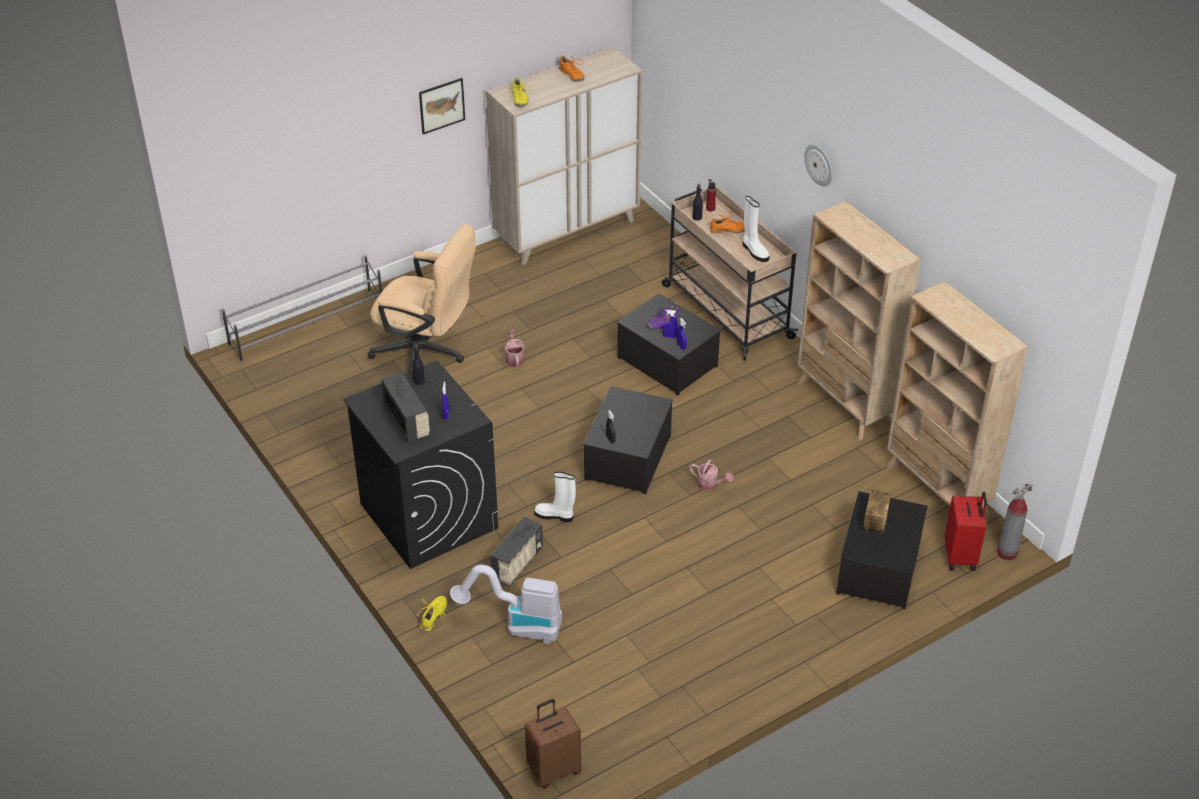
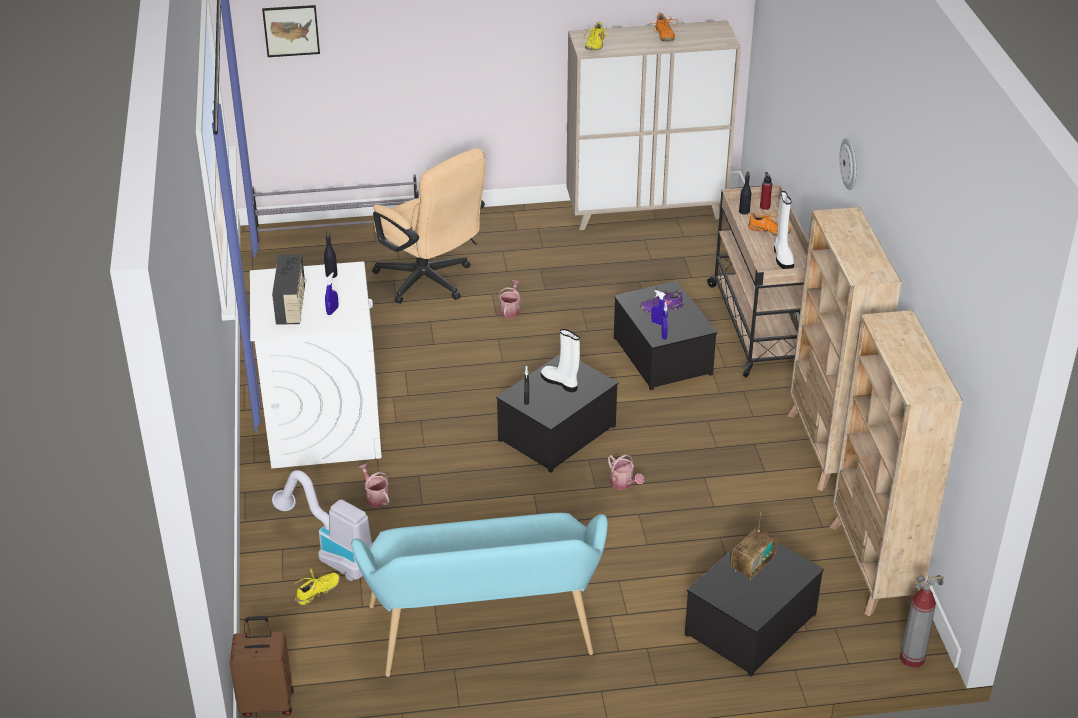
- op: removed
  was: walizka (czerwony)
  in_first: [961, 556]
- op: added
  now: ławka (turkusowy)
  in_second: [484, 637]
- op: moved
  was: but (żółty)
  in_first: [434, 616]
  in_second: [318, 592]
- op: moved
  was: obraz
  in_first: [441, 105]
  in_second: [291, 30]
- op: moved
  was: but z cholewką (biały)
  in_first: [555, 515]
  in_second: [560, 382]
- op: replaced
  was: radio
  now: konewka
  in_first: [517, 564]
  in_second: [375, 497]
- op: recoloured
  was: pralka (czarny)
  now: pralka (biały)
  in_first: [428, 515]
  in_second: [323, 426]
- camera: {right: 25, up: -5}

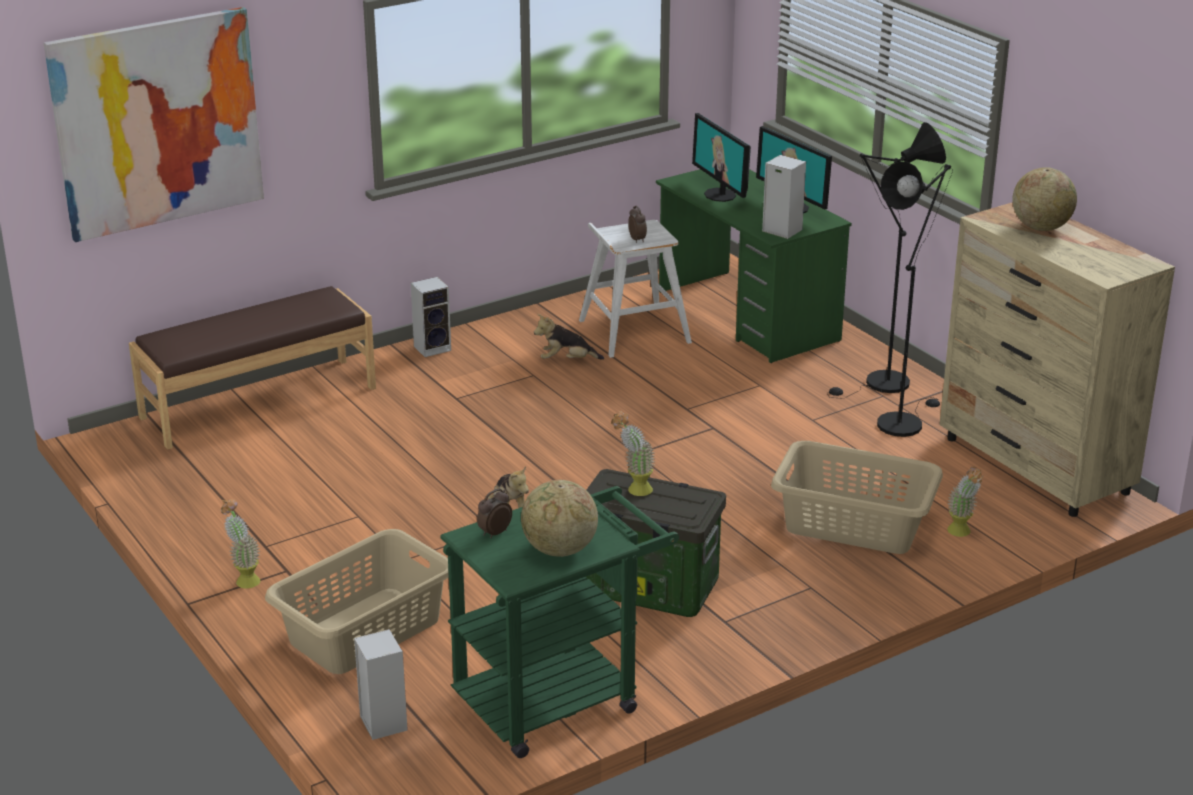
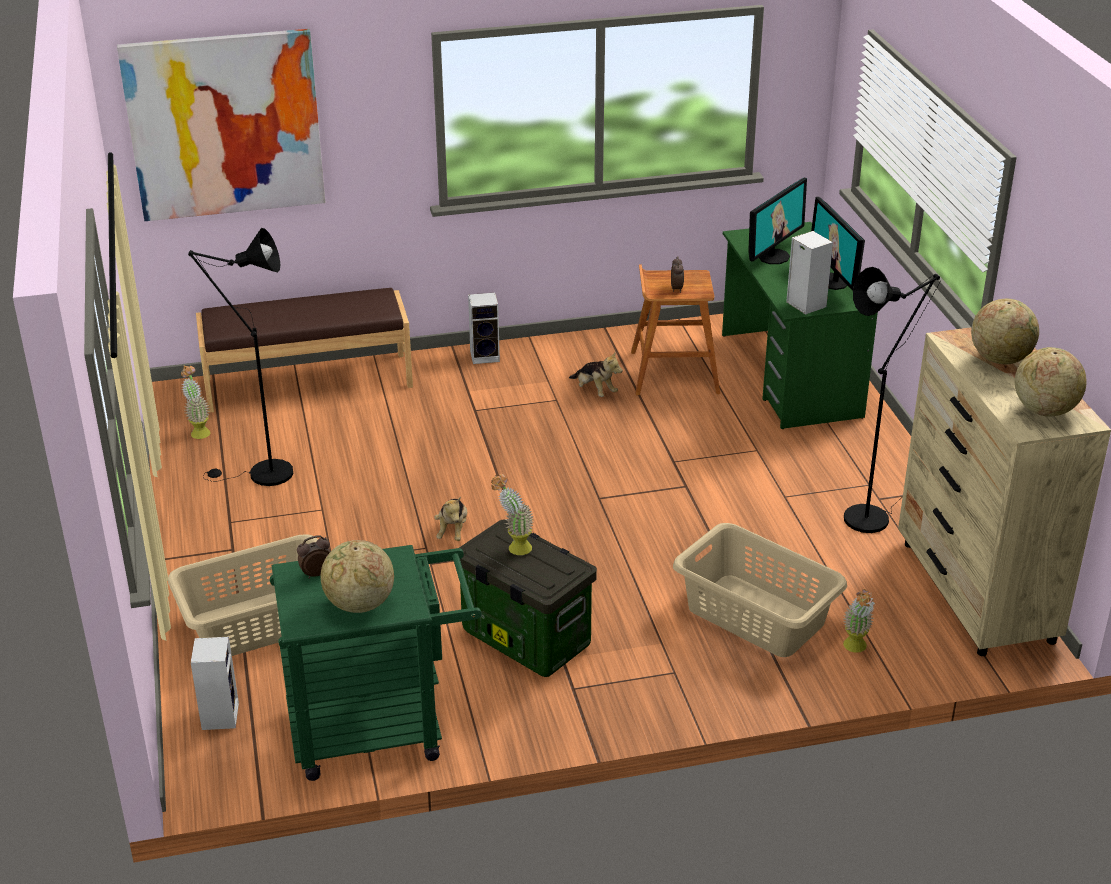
- op: added
  now: globus
  in_second: [1044, 410]
- op: moved
  was: roślina doniczkowa
  in_first: [243, 579]
  in_second: [198, 431]
- op: moved
  was: lampa stojąca (czarny)
  in_first: [880, 385]
  in_second: [262, 474]
- op: recoloured
  was: stołek (biały)
  now: stołek (brązowy)
  in_first: [633, 331]
  in_second: [673, 372]
- op: turned
  was: pluszak
  in_first: [567, 360]
  in_second: [595, 391]
  clockwise: -150
- op: turned
  was: monitor
  in_first: [721, 195]
  in_second: [773, 256]
  clockwise: -135
- camera: {right: 20, up: 5}

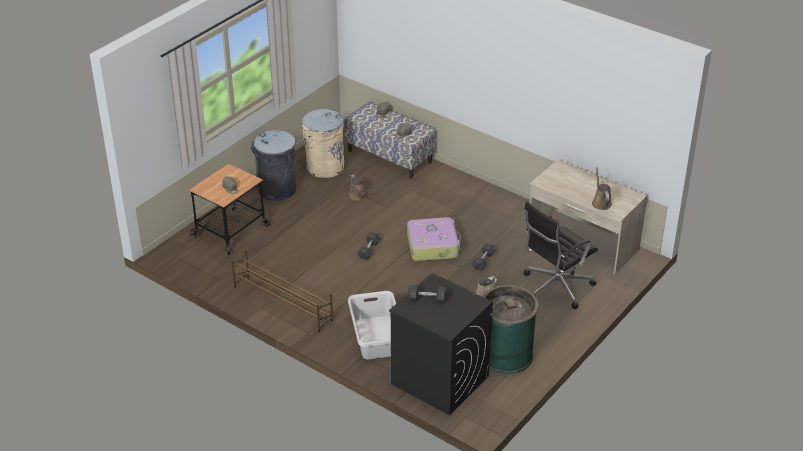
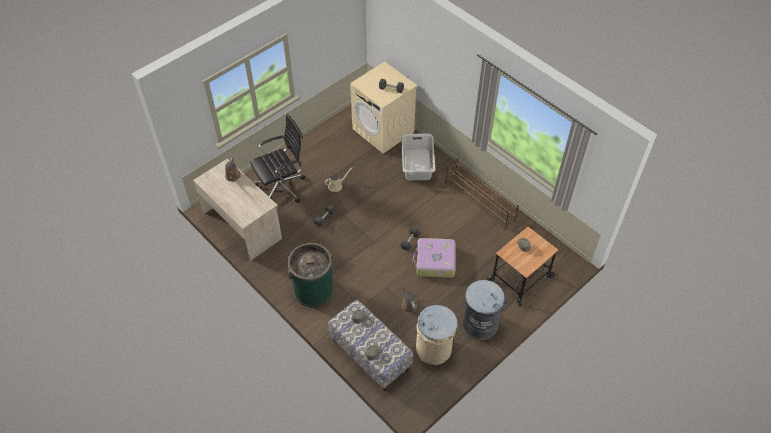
- op: moved
  was: walizka
  in_first: [433, 245]
  in_second: [435, 262]
- op: moved
  was: kosz na śmieci (zielony)
  in_first: [506, 355]
  in_second: [313, 289]
- op: recoloured
  was: pralka (czarny)
  now: pralka (beżowy)
  in_first: [439, 379]
  in_second: [383, 130]
- camera: {right: -170, up: 15}

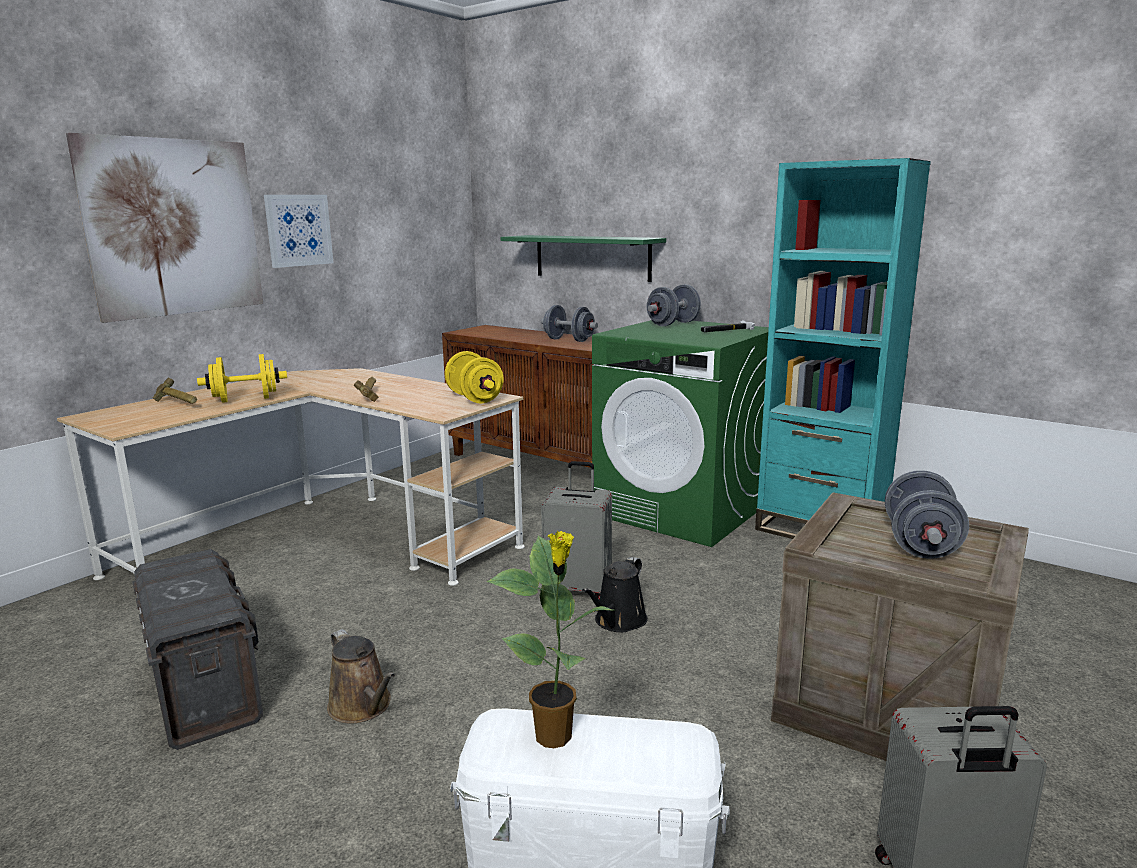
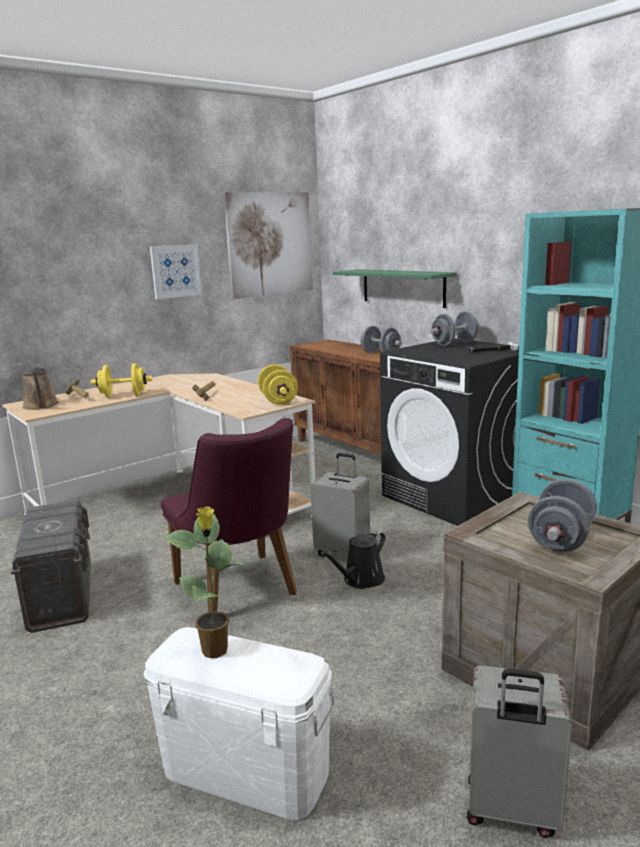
- op: added
  now: krzesło (fioletowy)
  in_second: [241, 592]
- op: moved
  was: obraz
  in_first: [174, 228]
  in_second: [269, 244]
- op: moved
  was: konewka (brązowy)
  in_first: [363, 707]
  in_second: [41, 406]
- op: recoloured
  was: pralka (zielony)
  now: pralka (czarny)
  in_first: [681, 510]
  in_second: [456, 497]
- camera: {right: 15, up: 0}

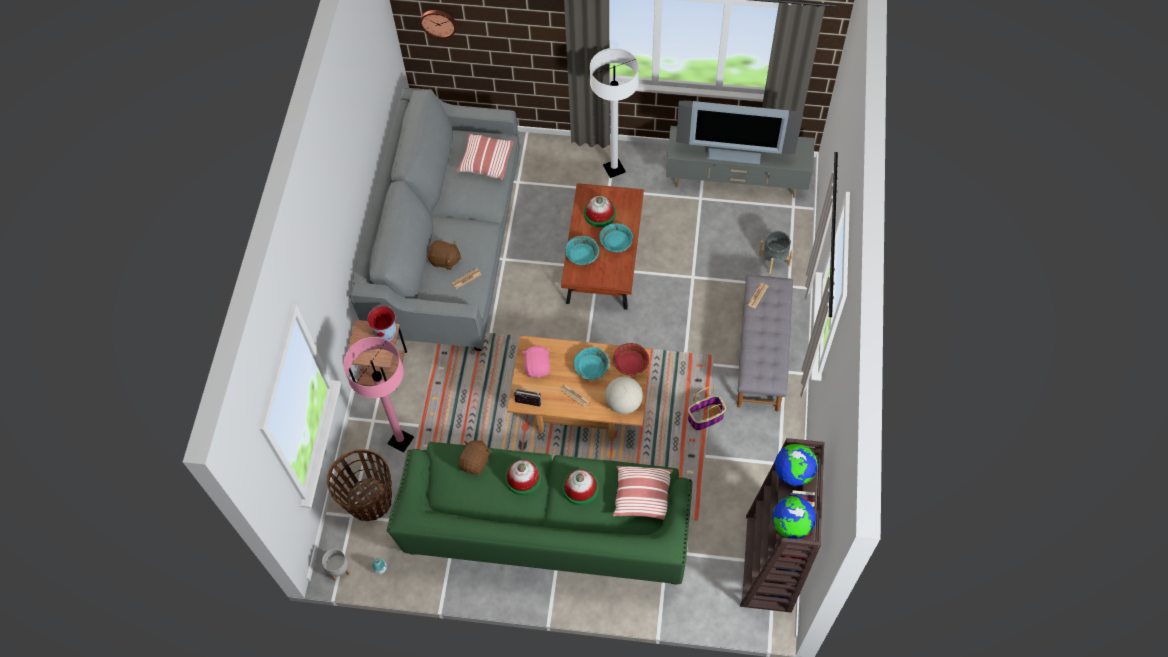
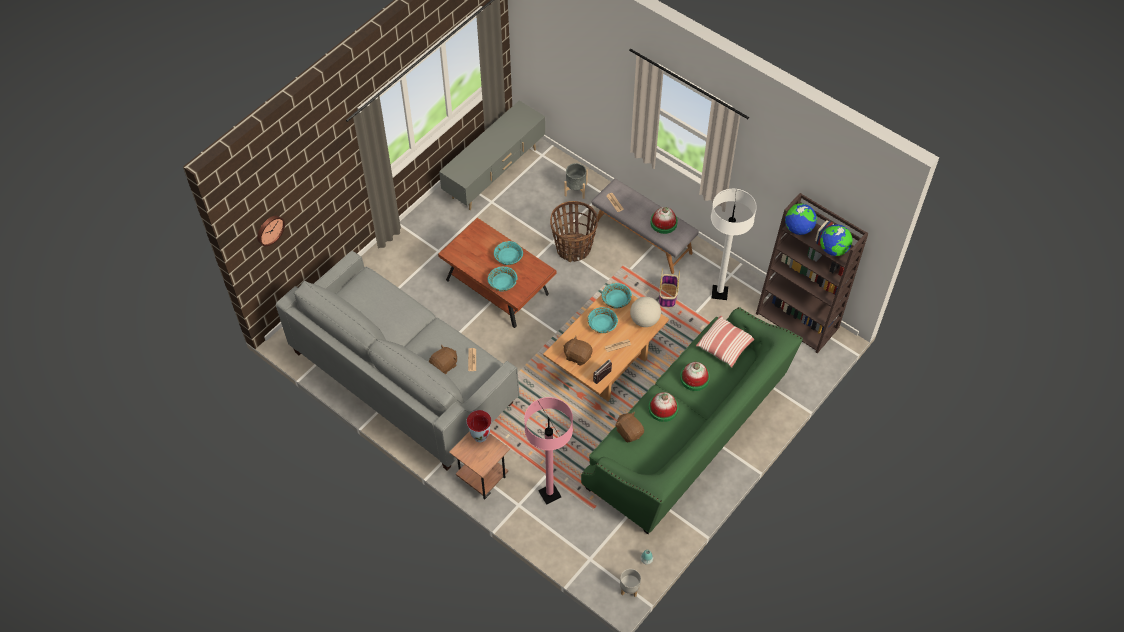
- op: removed
  was: poduszka
  in_first: [486, 162]
- op: removed
  was: telewizor
  in_first: [734, 150]
- op: moved
  was: koszyk
  in_first: [369, 500]
  in_second: [573, 248]
- op: moved
  was: kapelusz
  in_first: [599, 214]
  in_second: [663, 223]
- op: moved
  was: lampa stojąca (biały)
  in_first: [614, 169]
  in_second: [719, 293]
- op: recoloured
  was: pluszak (różowy)
  now: pluszak (brązowy)
  in_first: [537, 367]
  in_second: [577, 356]
- op: recoloured
  was: miska (czerwony)
  now: miska (turkusowy)
  in_first: [630, 363]
  in_second: [616, 299]
- camera: {right: -60, up: -5}

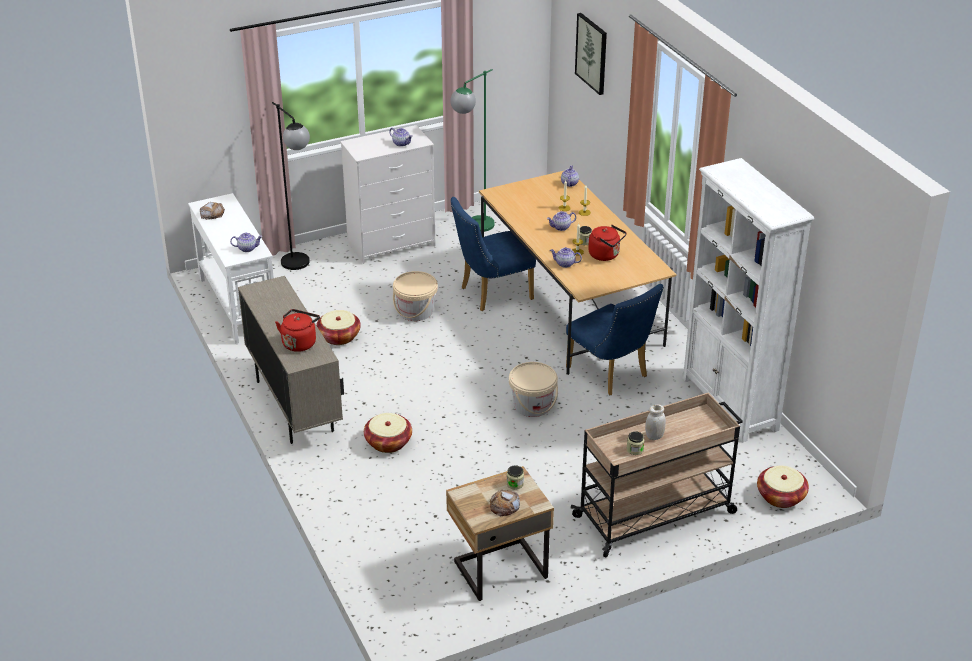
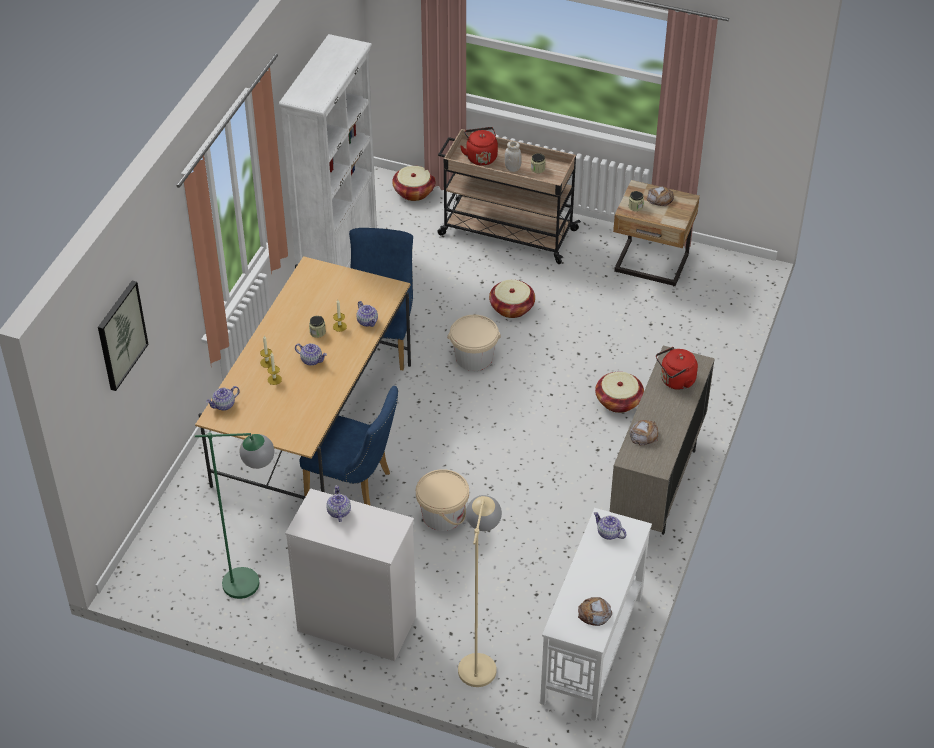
- op: added
  now: chleb
  in_second: [643, 434]
- op: moved
  was: koszyk
  in_first: [339, 337]
  in_second: [512, 307]
- op: moved
  was: czajnik (czerwony)
  in_first: [606, 255]
  in_second: [480, 157]
- op: recoloured
  was: lampa stojąca (czarny)
  now: lampa stojąca (beżowy)
  in_first: [300, 266]
  in_second: [479, 659]
- camera: {right: -135, up: 10}

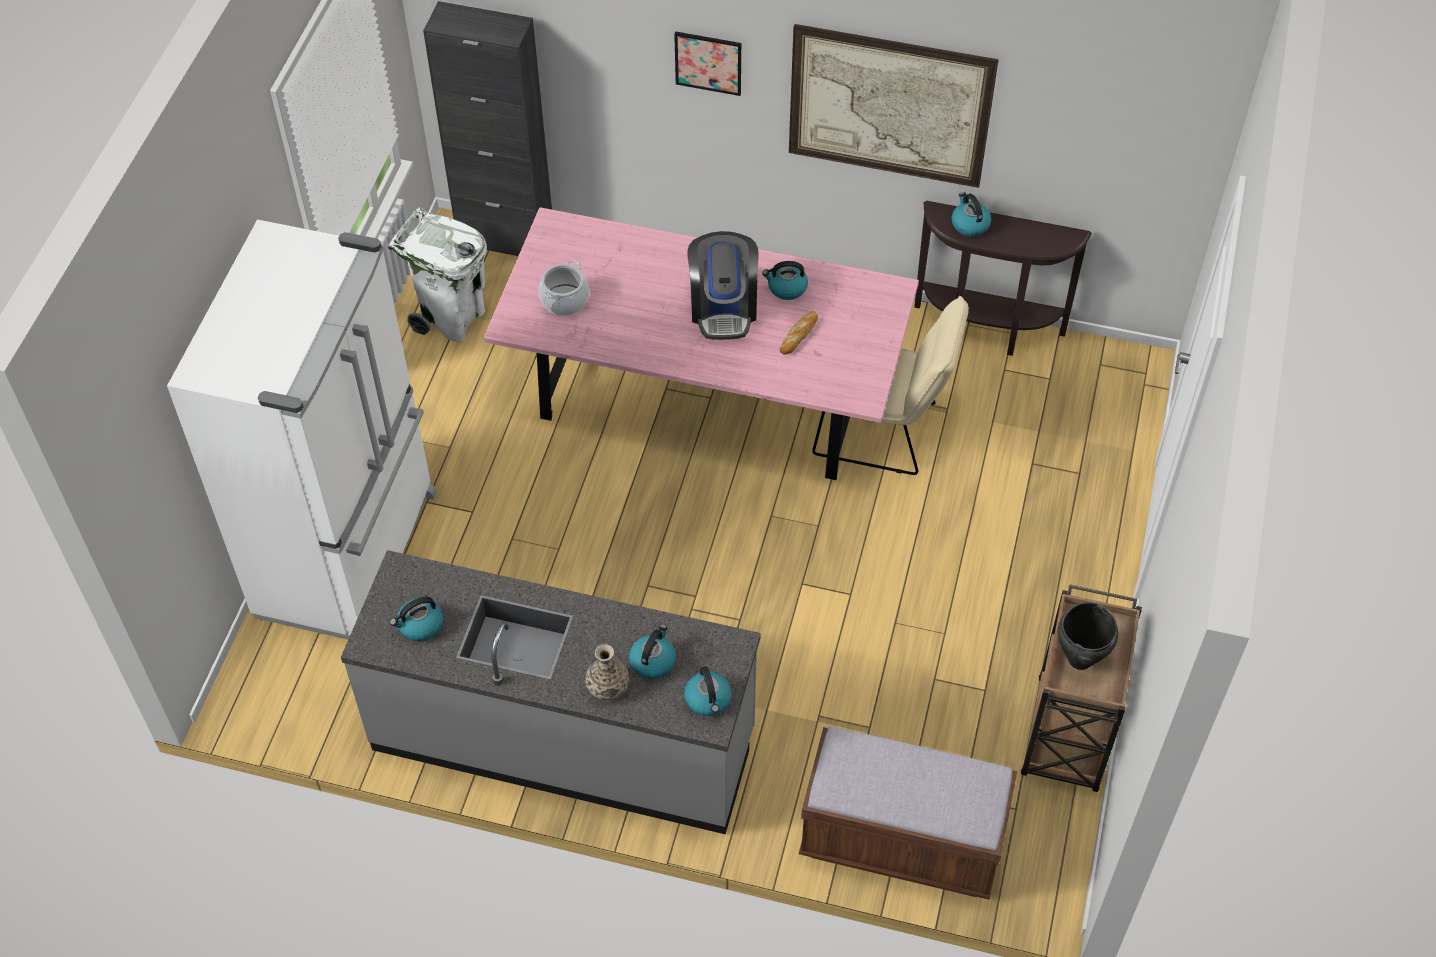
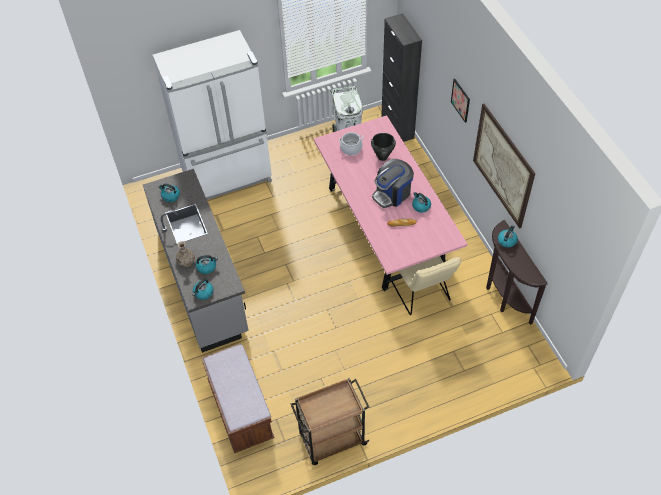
- op: moved
  was: garnek (czarny)
  in_first: [1079, 659]
  in_second: [382, 157]
- camera: {right: 55, up: 0}

